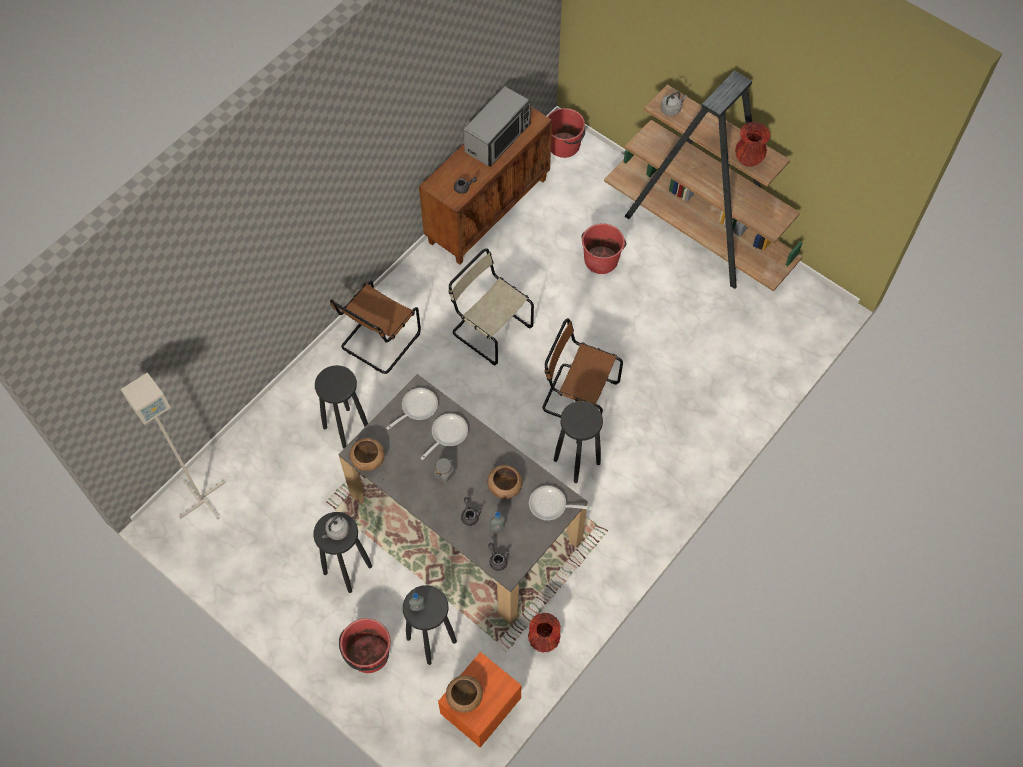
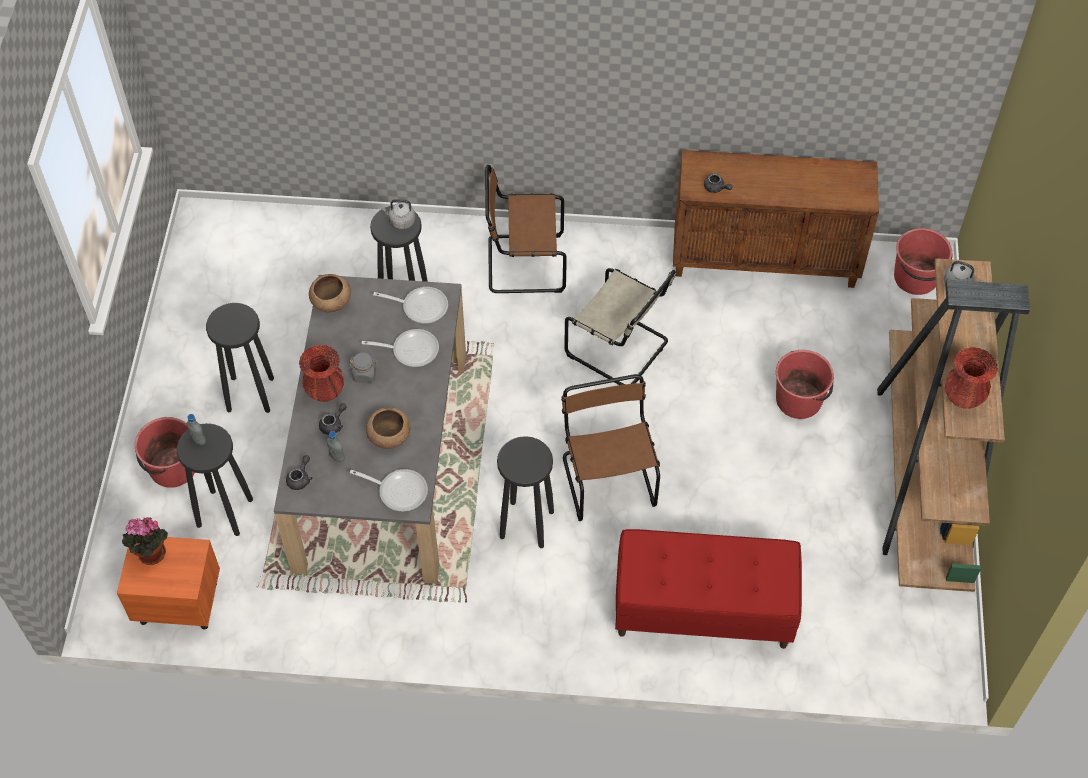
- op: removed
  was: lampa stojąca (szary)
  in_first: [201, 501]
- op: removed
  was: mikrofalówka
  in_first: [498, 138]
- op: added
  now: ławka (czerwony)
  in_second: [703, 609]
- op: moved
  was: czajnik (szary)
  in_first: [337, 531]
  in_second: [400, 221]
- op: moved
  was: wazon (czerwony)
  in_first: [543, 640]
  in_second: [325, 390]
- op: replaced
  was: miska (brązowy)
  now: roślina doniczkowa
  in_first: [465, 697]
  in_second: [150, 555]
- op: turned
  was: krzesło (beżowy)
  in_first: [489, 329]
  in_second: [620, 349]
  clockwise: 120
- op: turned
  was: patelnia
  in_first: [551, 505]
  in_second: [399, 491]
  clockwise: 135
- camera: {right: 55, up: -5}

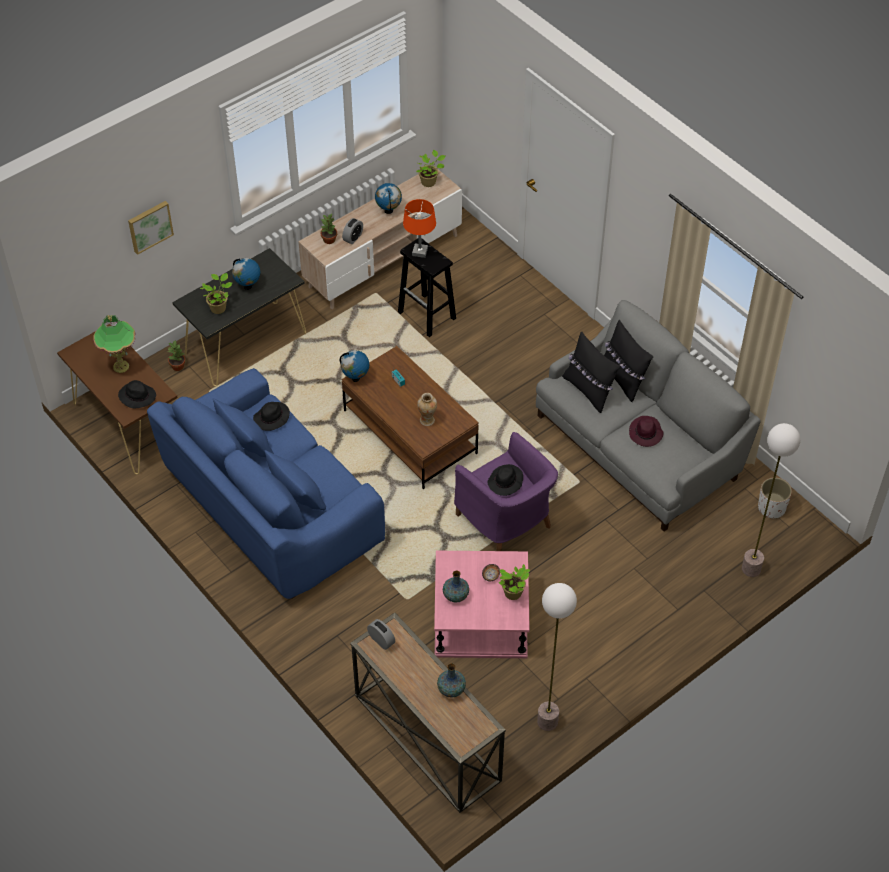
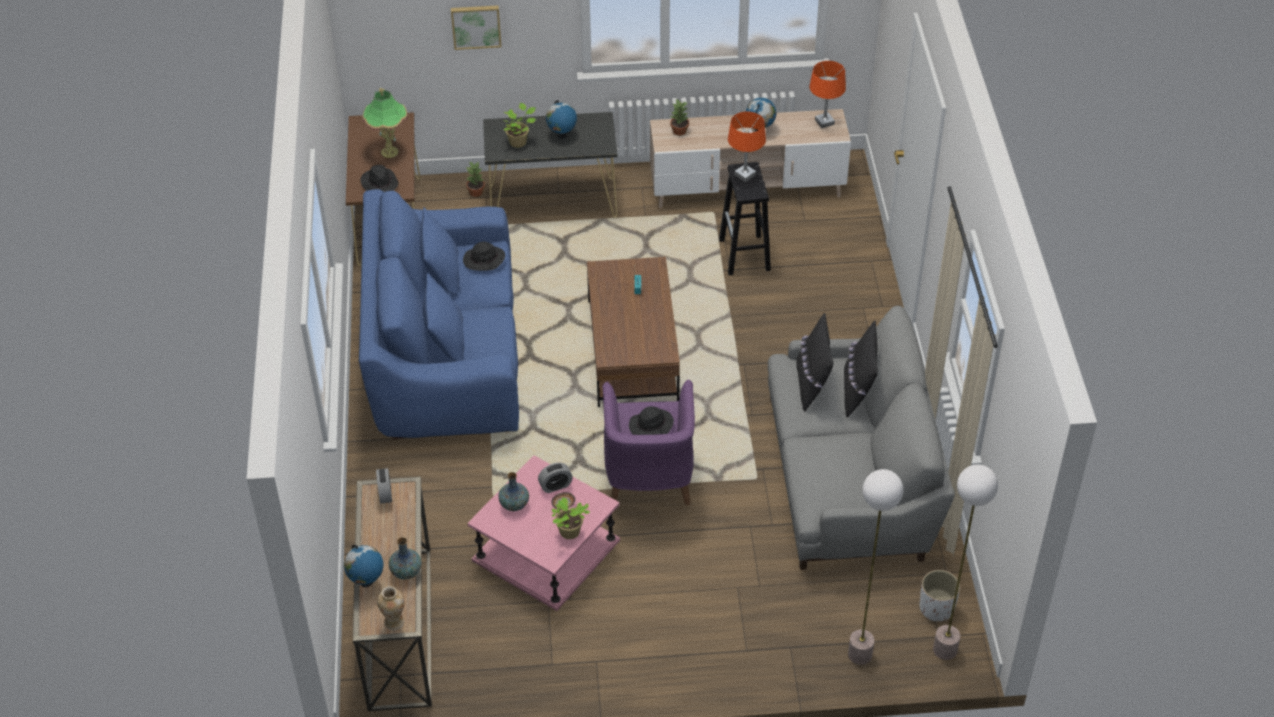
- op: removed
  was: kapelusz (fioletowy)
  in_first: [646, 433]
- op: moved
  was: globus
  in_first: [355, 378]
  in_second: [366, 582]
- op: moved
  was: budzik
  in_first: [353, 238]
  in_second: [555, 486]
- op: moved
  was: wazon
  in_first: [427, 420]
  in_second: [394, 622]
- op: moved
  was: lampa stojąca
  in_first: [547, 722]
  in_second: [944, 650]
- op: replaced
  was: roślina doniczkowa
  now: lampa stołowa (pomarańczowy)
  in_first: [429, 182]
  in_second: [824, 122]
- camera: {right: 35, up: -5}

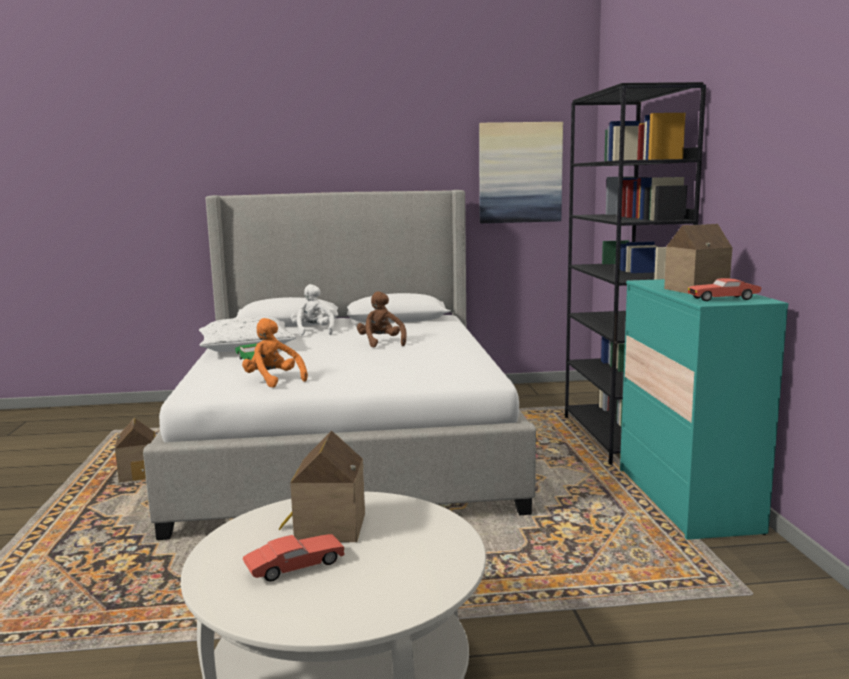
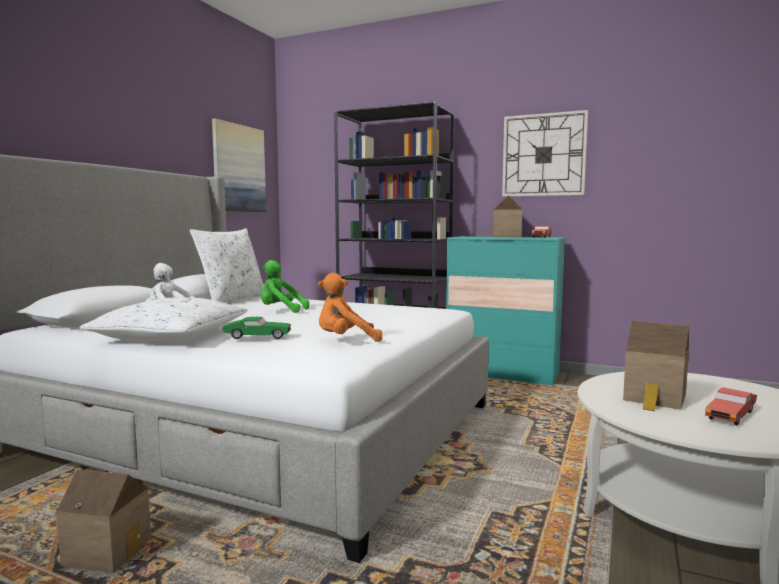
- op: added
  now: poduszka (biały)
  in_second: [232, 300]
- op: added
  now: zegar ścienny
  in_second: [543, 155]
- op: recoloured
  was: pluszak (brązowy)
  now: pluszak (zielony)
  in_first: [381, 343]
  in_second: [280, 311]
- op: turned
  was: samochodzik (czerwony)
  in_first: [295, 567]
  in_second: [730, 415]
  clockwise: -135
- camera: {right: -60, up: -5}

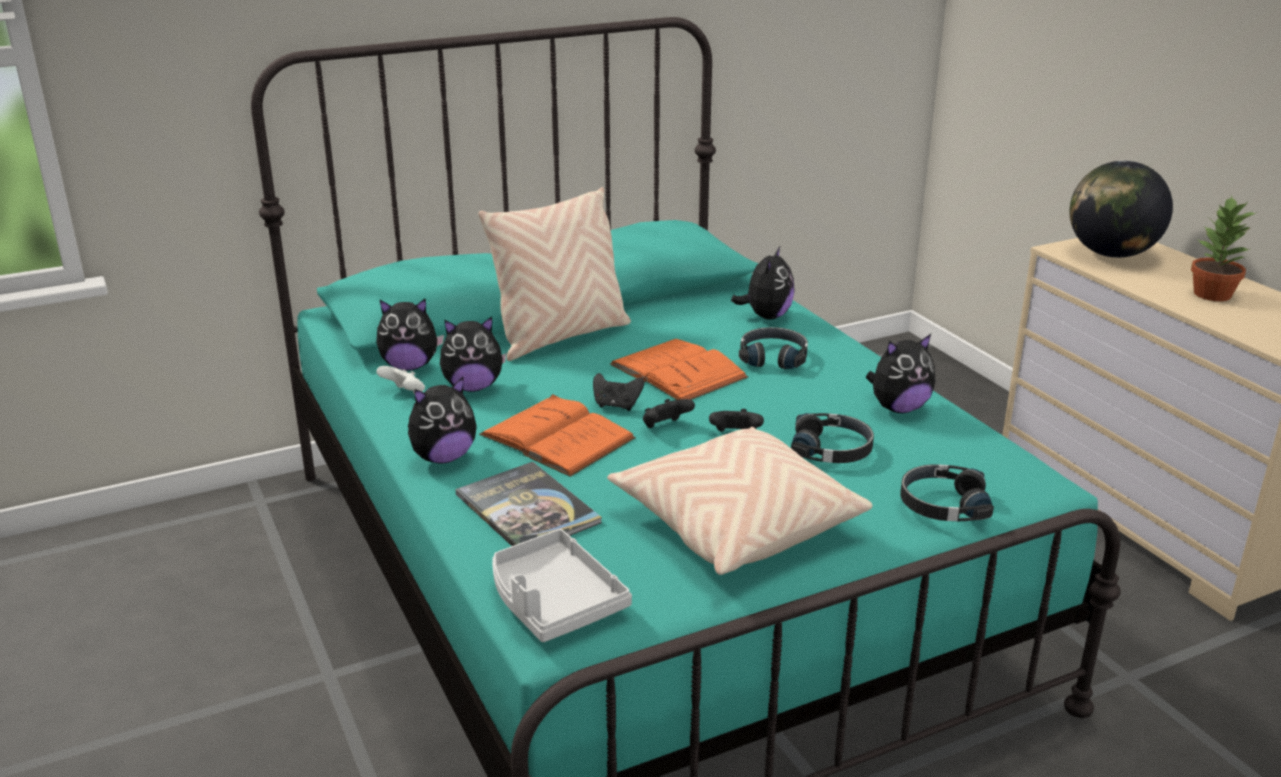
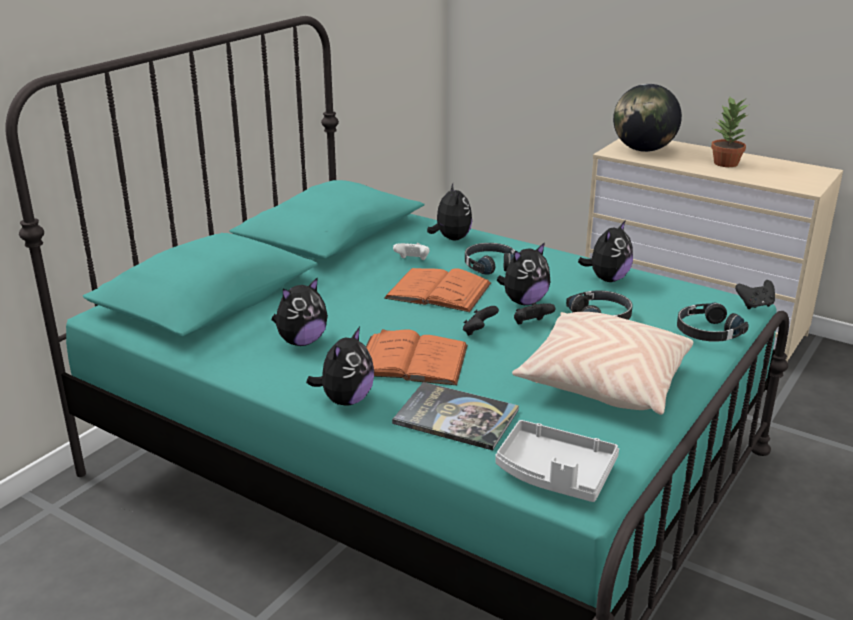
- op: removed
  was: poduszka (beżowy)
  in_first: [561, 337]
- op: moved
  was: pad do gier (biały)
  in_first: [404, 394]
  in_second: [412, 261]
- op: moved
  was: pluszak
  in_first: [410, 366]
  in_second: [524, 301]
- op: moved
  was: pad do gier (czarny)
  in_first: [616, 405]
  in_second: [755, 305]
- camera: {right: -30, up: 0}

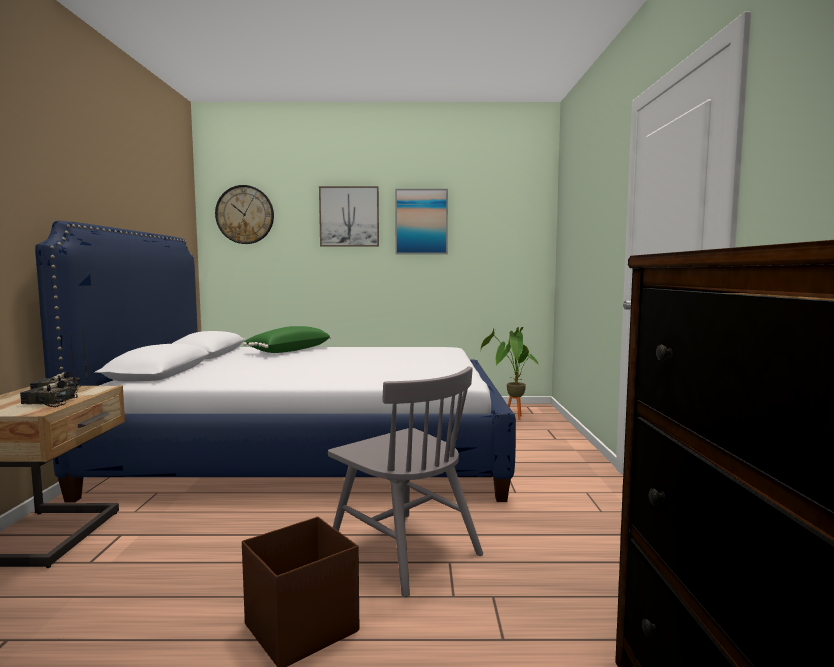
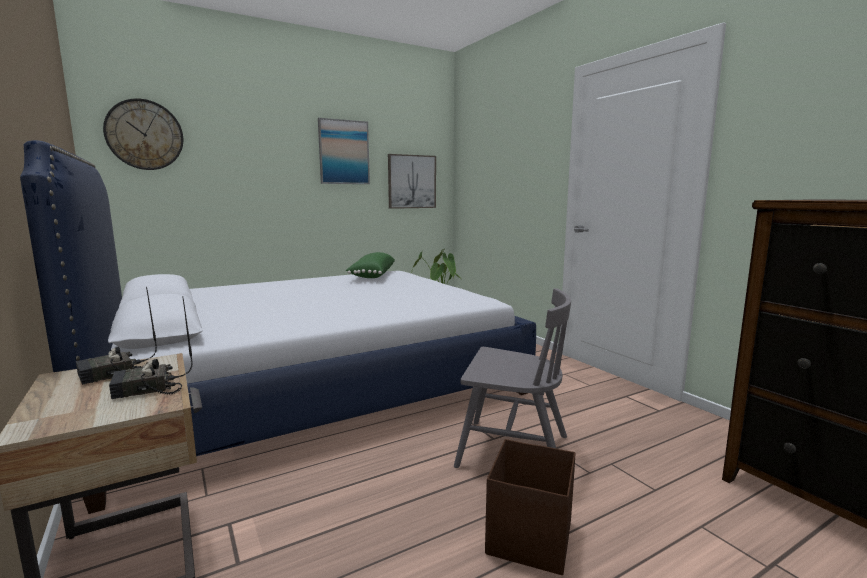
- op: moved
  was: poduszka (zielony)
  in_first: [288, 351]
  in_second: [371, 275]
- op: moved
  was: obraz
  in_first: [349, 216]
  in_second: [411, 181]
- camera: {right: -30, up: 5}

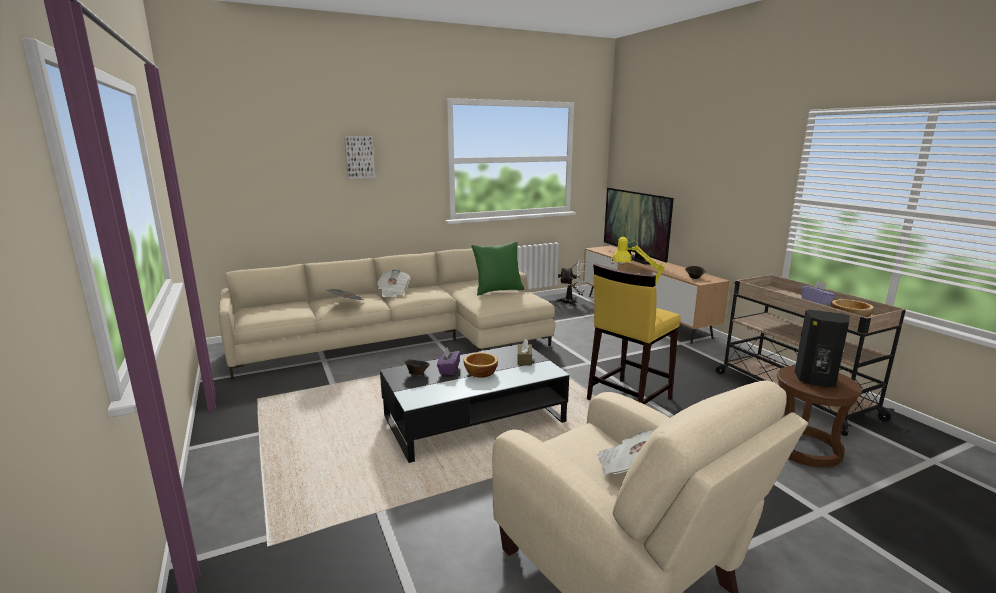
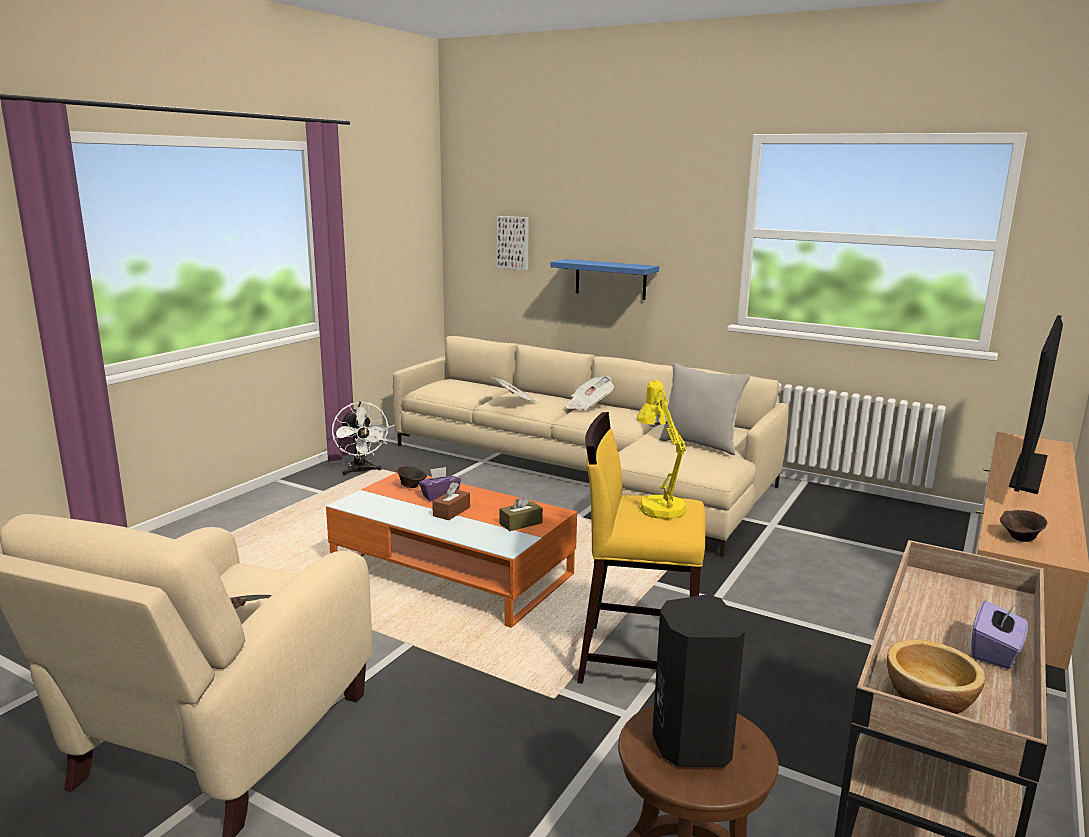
- op: added
  now: półka (niebieski)
  in_second: [610, 279]
- op: moved
  was: obraz
  in_first: [359, 157]
  in_second: [513, 242]
- op: moved
  was: wentylator (biały)
  in_first: [573, 302]
  in_second: [361, 471]
- op: replaced
  was: miska
  now: pudełko chusteczek (brązowy)
  in_first: [480, 373]
  in_second: [451, 511]
- op: recoloured
  was: ława (czarny)
  now: ława (pomarańczowy)
  in_first: [474, 419]
  in_second: [452, 571]
- op: recoloured
  was: poduszka (zielony)
  now: poduszka (szary)
  in_first: [498, 291]
  in_second: [700, 444]
- camera: {right: 55, up: 0}

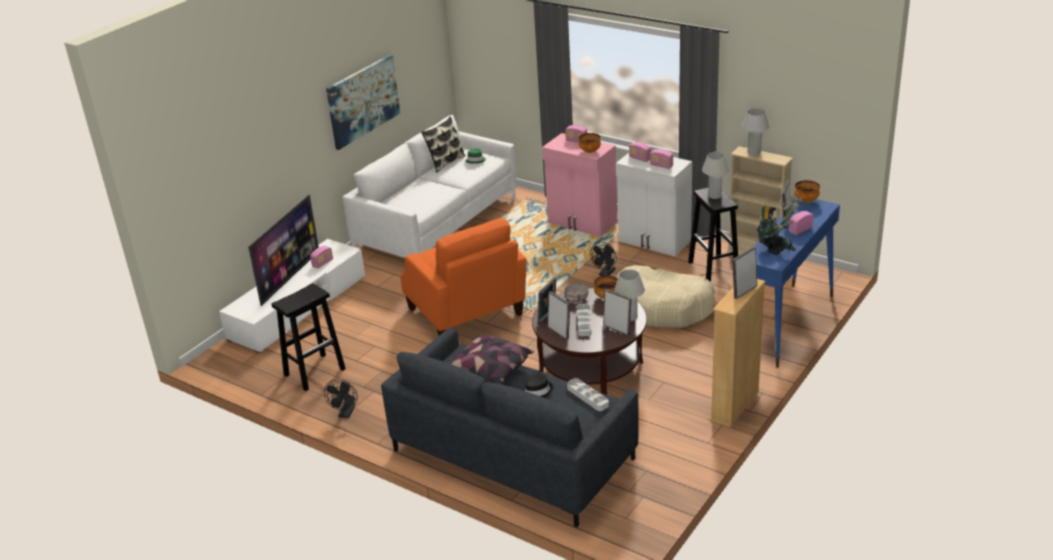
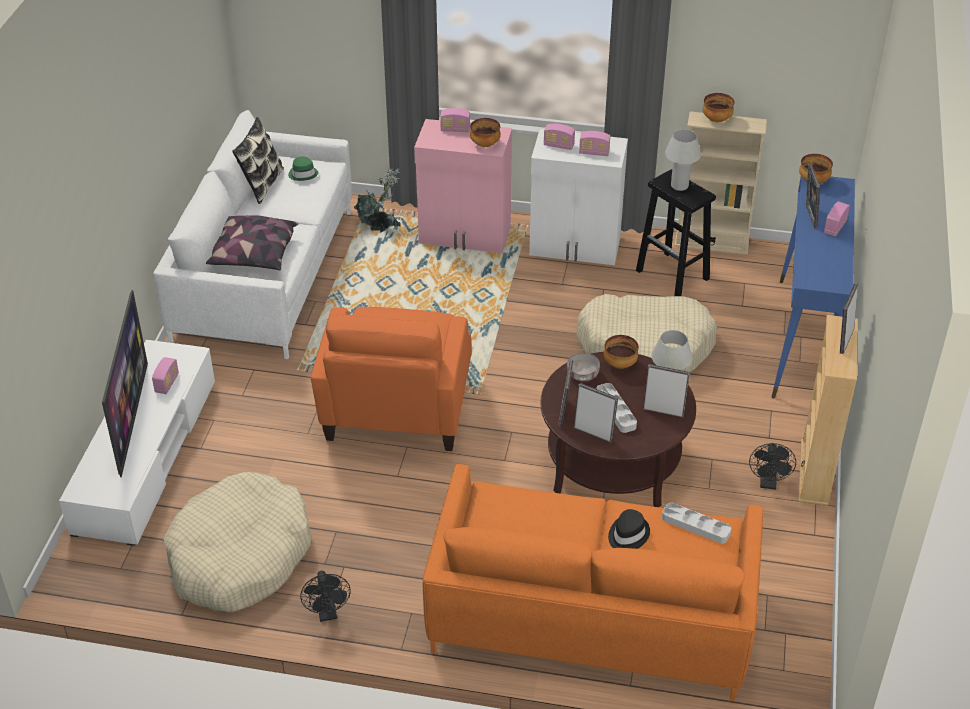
- op: removed
  was: obraz
  in_first: [363, 101]
- op: moved
  was: poduszka
  in_first: [489, 371]
  in_second: [254, 255]
- op: moved
  was: wentylator (czarny)
  in_first: [605, 274]
  in_second: [768, 483]
- op: moved
  was: roślina doniczkowa
  in_first: [777, 251]
  in_second: [380, 227]
- op: replaced
  was: stołek (czarny)
  now: legowisko (beżowy)
  in_first: [315, 371]
  in_second: [239, 556]
- op: replaced
  was: lampa stołowa (biały)
  now: miska
  in_first: [754, 153]
  in_second: [716, 119]
- op: recoloured
  was: kanapa (szary)
  now: kanapa (pomarańczowy)
  in_first: [513, 454]
  in_second: [590, 616]
- op: turned
  was: fotel (pomarańczowy)
  in_first: [466, 313]
  in_second: [396, 412]
  clockwise: 60
- camera: {right: -25, up: 10}

